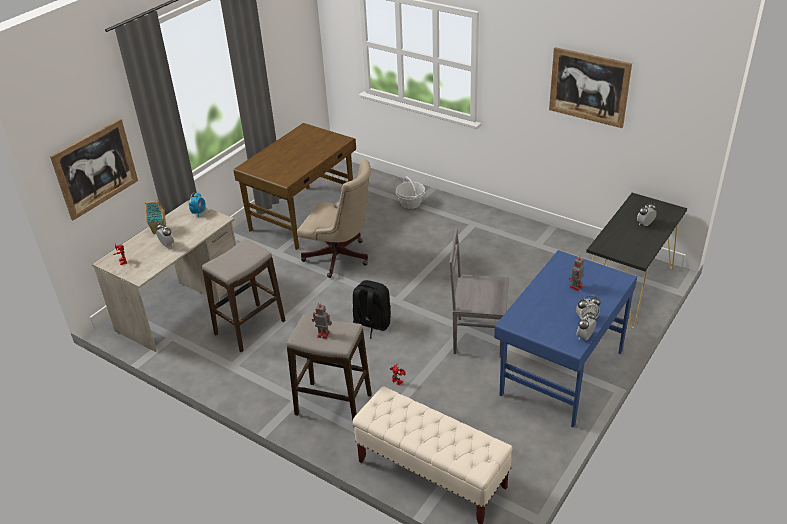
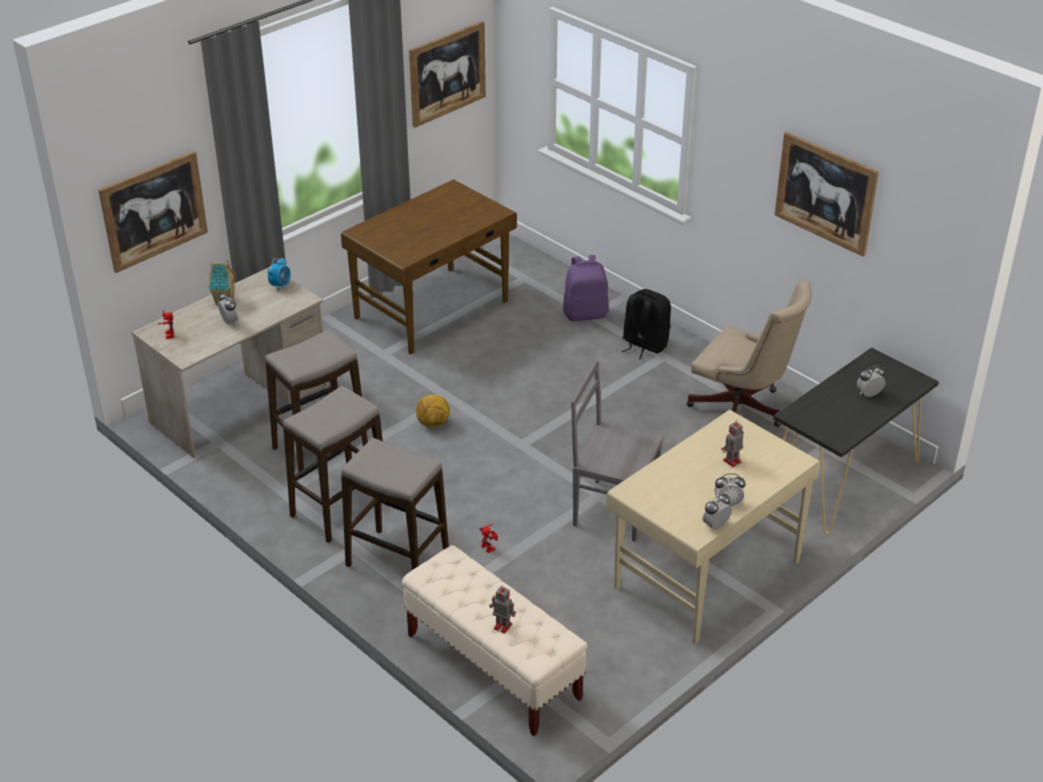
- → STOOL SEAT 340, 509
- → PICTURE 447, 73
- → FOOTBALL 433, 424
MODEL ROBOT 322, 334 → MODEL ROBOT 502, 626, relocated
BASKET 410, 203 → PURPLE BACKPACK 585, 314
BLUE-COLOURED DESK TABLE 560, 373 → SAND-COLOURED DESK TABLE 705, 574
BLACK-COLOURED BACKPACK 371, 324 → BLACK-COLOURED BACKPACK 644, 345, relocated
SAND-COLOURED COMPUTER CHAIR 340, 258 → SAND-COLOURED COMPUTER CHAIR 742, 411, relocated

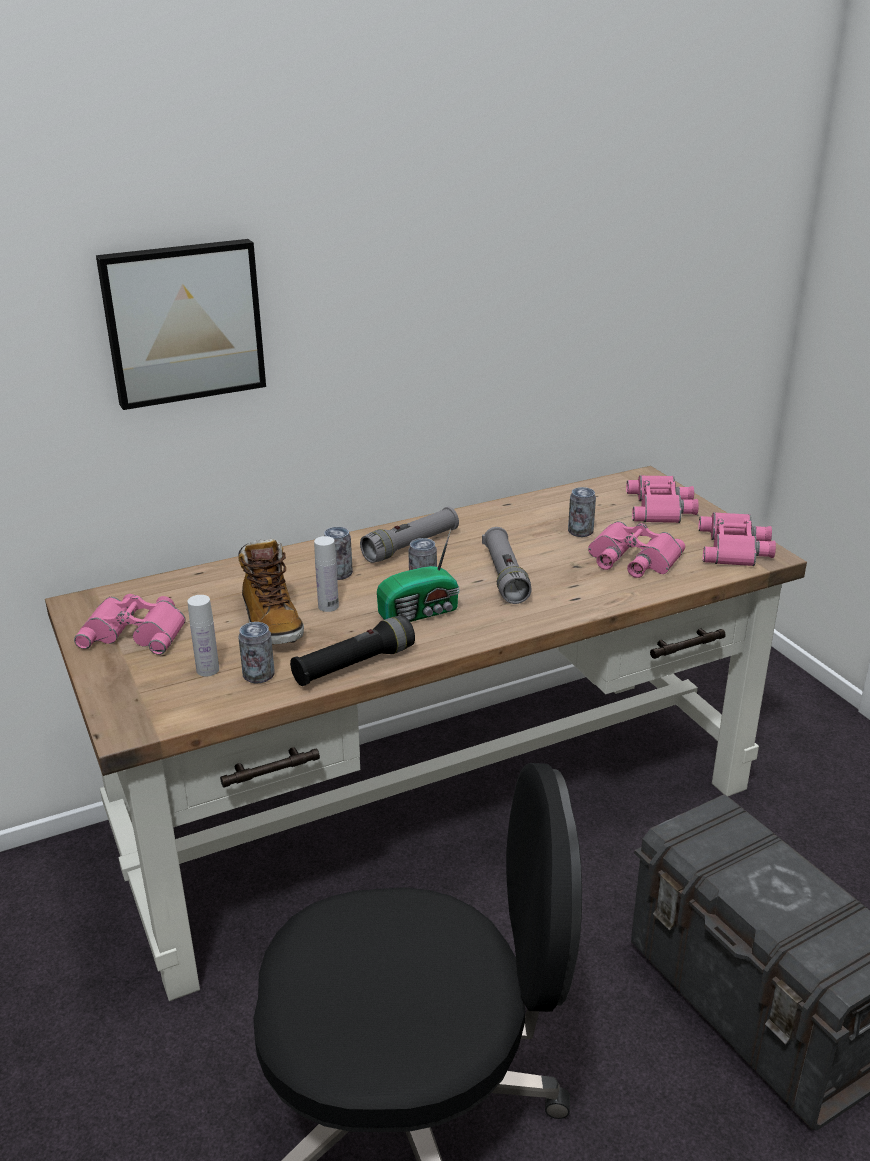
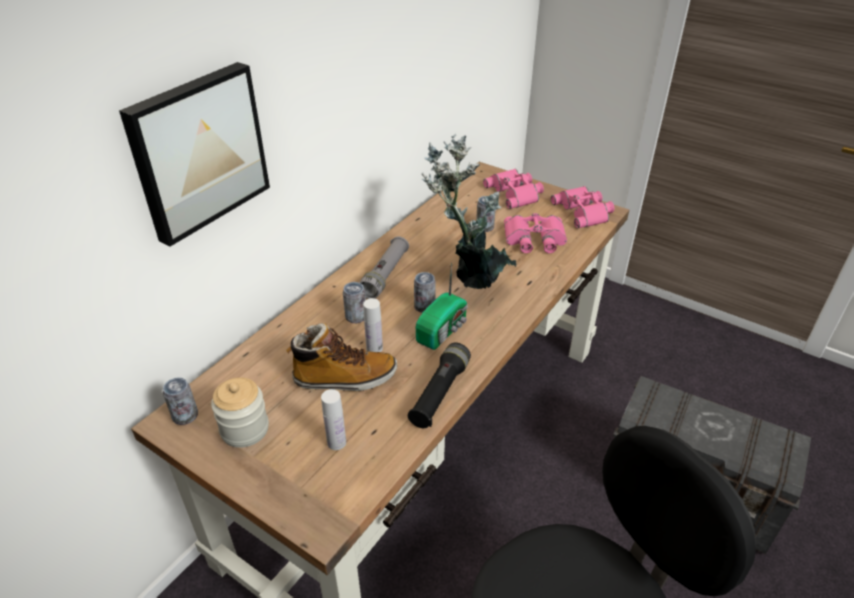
CAN 258, 675 → CAN 185, 416, relocated
PINK-COLOURED PAIR OF BINOCULARS 136, 631 → JAR 245, 429
HIGH-TOP BOOT 271, 621 → HIGH-TOP BOOT 344, 378, 45 degrees counterclockwise
GRAY TORCH 505, 577 → HOUSEPLANT 471, 280

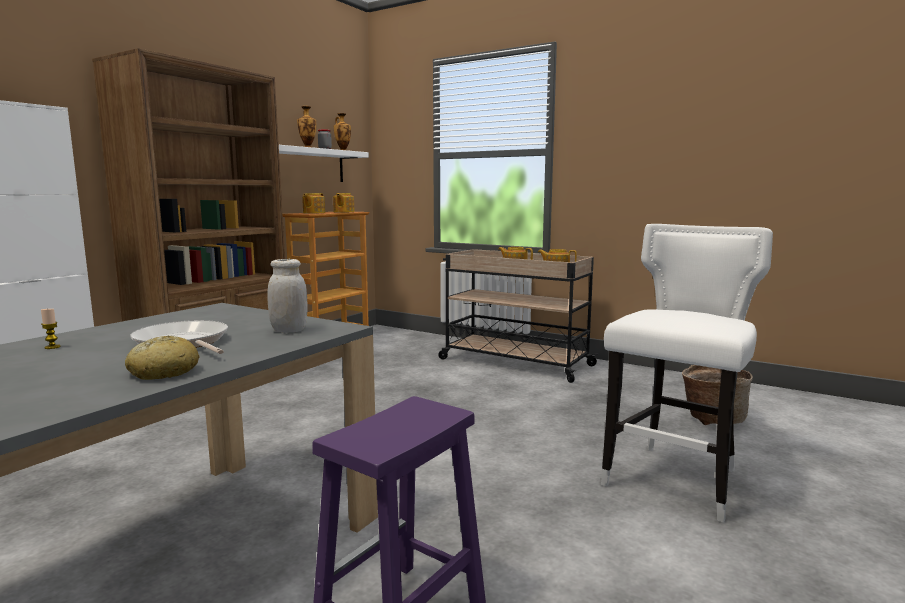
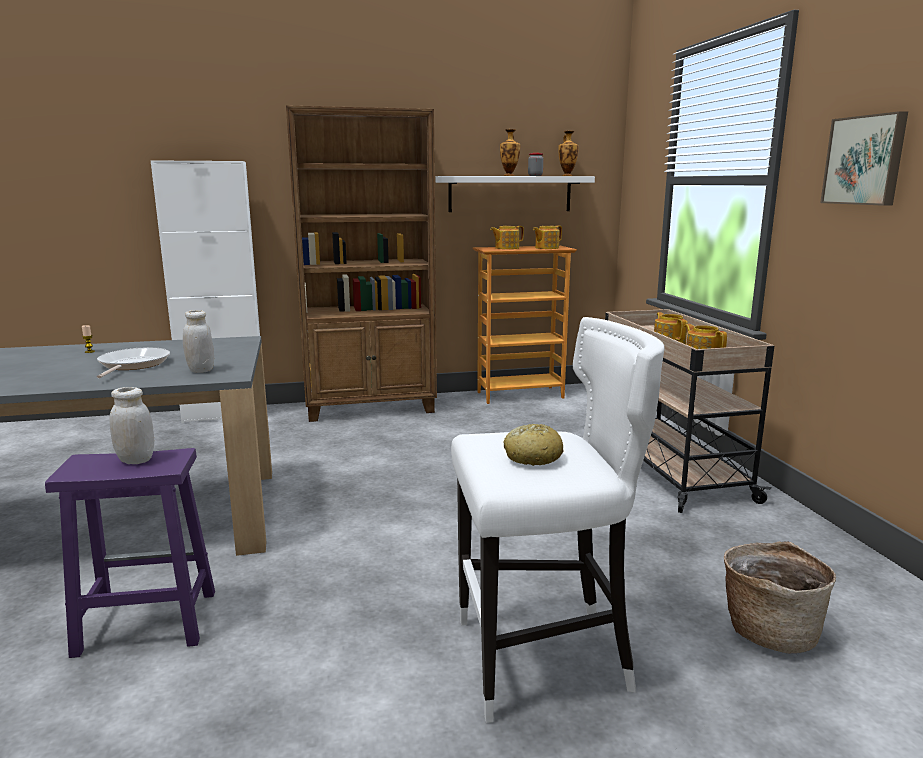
- → WHITISH JAR 136, 460
BAKED BREAD 163, 372 → BAKED BREAD 532, 457, relocated
- → PICTURE 865, 160

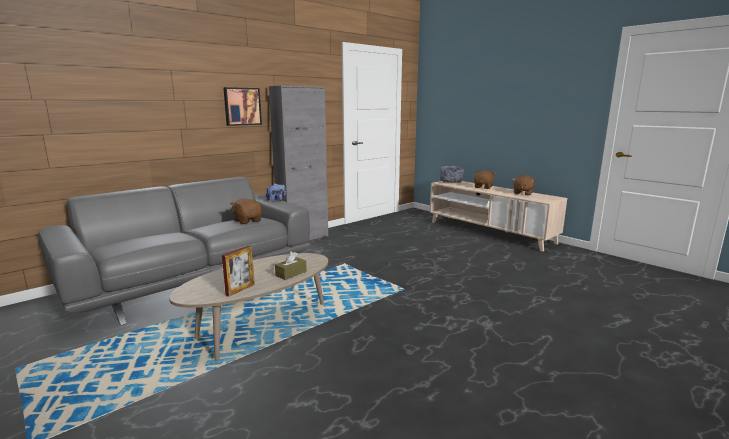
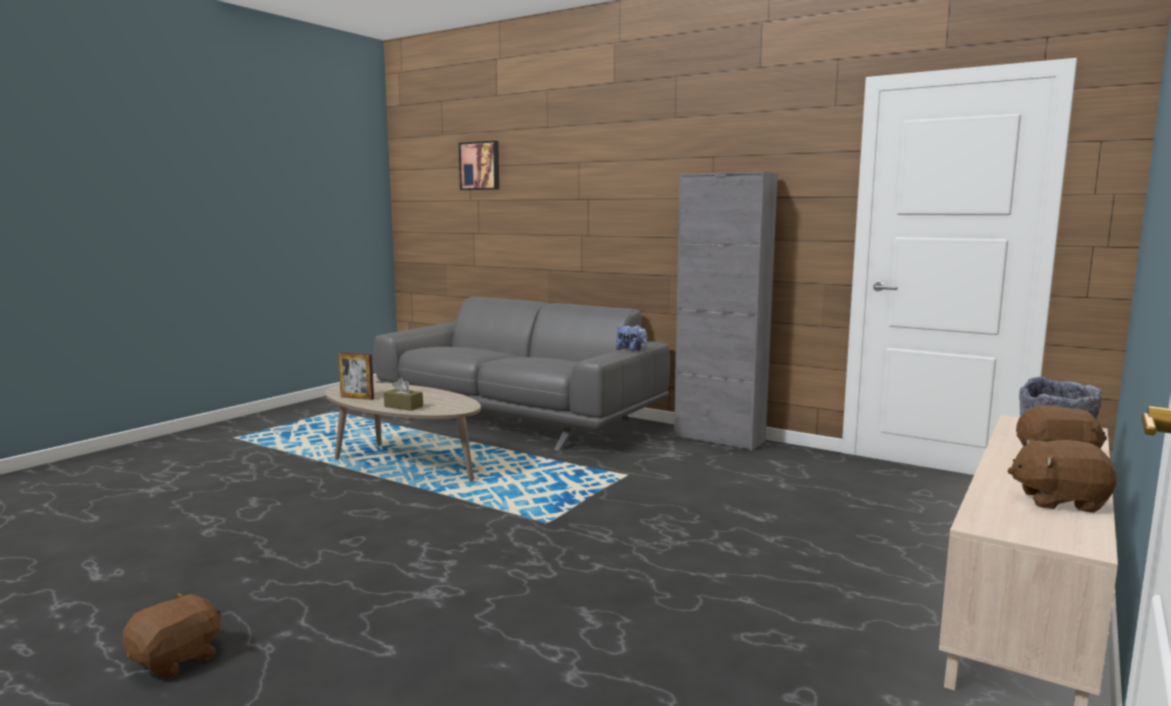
BROWNISH SOFT TOY 247, 221 → BROWNISH SOFT TOY 177, 660, relocated
PICTURE 242, 106 → PICTURE 480, 166, relocated

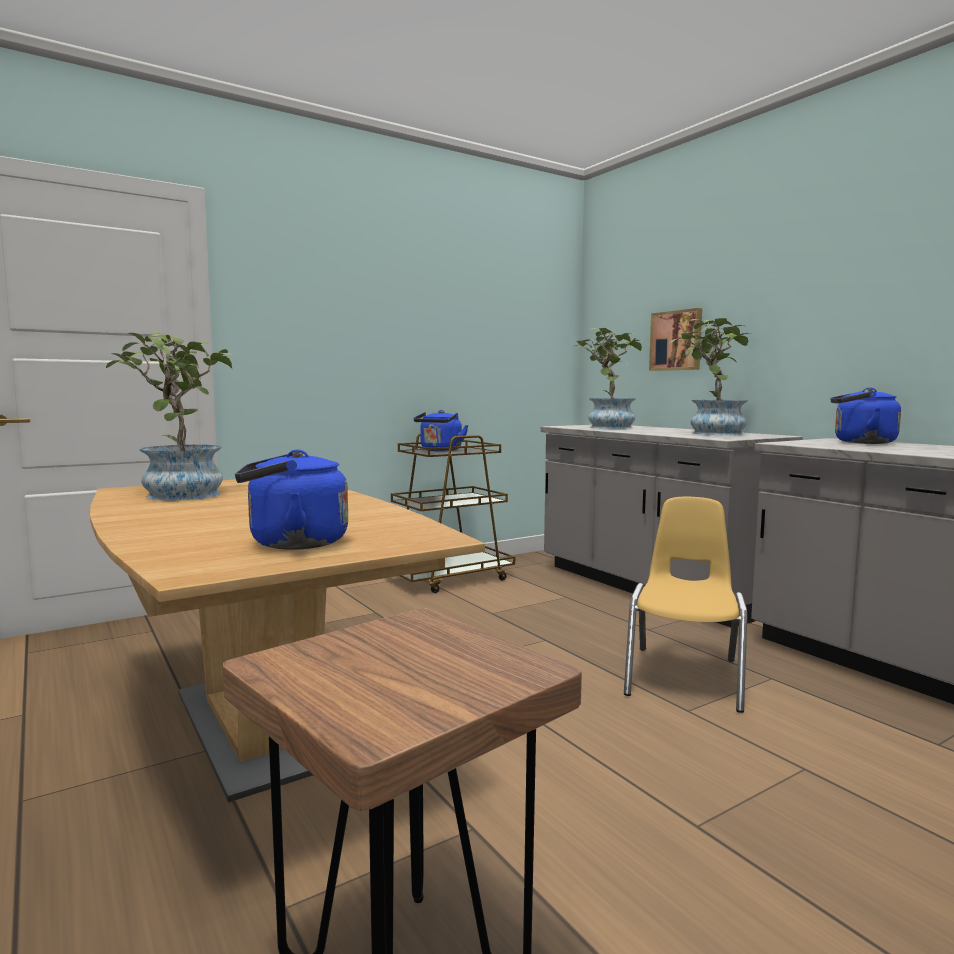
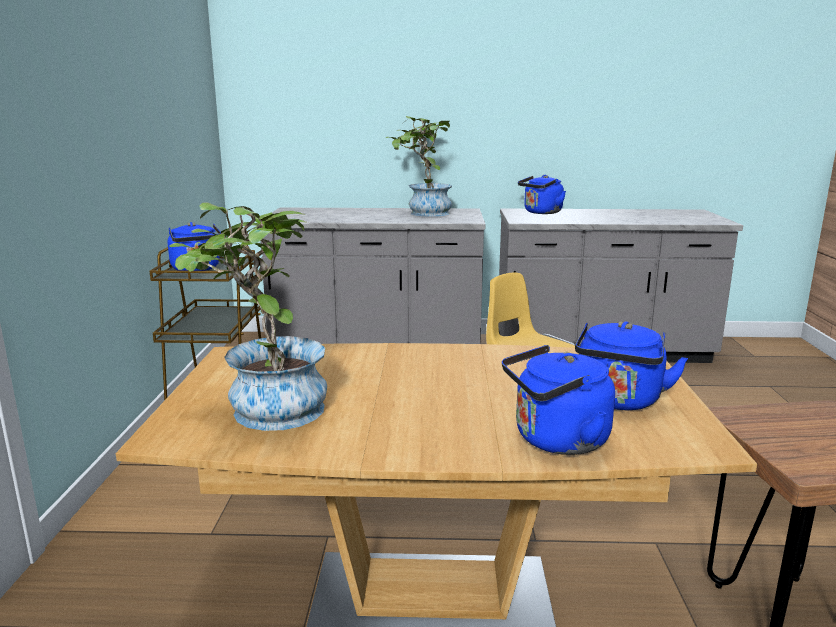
- → BLUE-COLOURED TEA KETTLE 556, 440
HOUSEPLANT 606, 427 → -
PICTURE 677, 340 → -

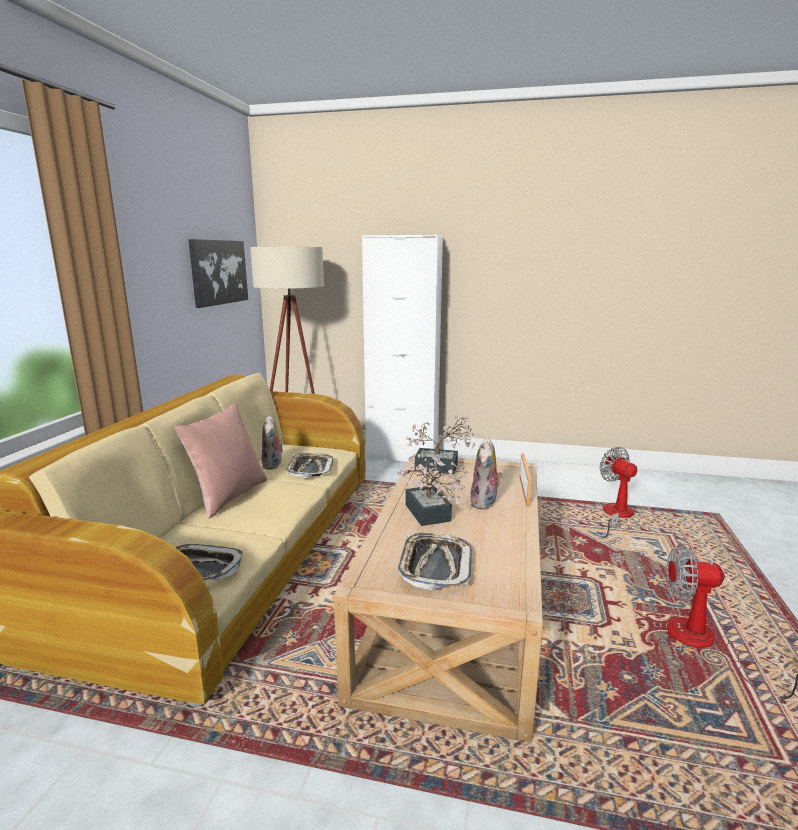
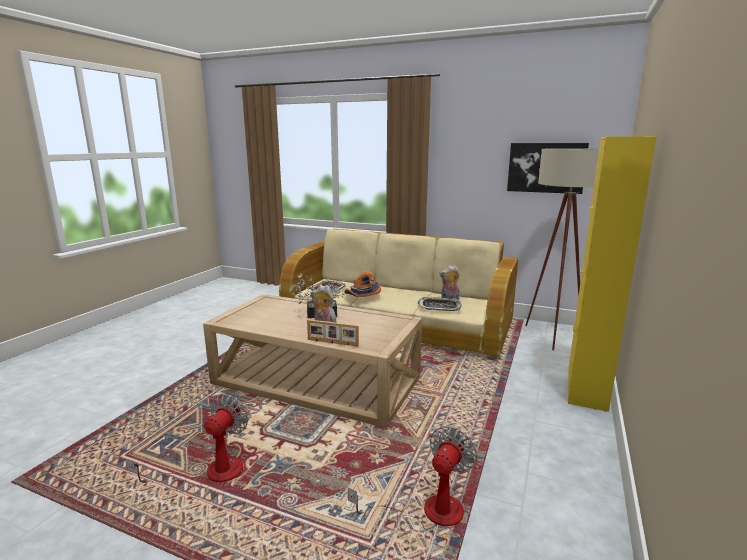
- → ORANGE HAT 361, 297
ELECTRIC FAN 616, 516 → ELECTRIC FAN 428, 513, 45 degrees counterclockwise
WHITISH STORAGE CABINET 402, 456 → YELLOW-COLOURED STORAGE CABINET 586, 388
PINK-COLOURED PILLOW 228, 496 → -
SERVING TRAY 434, 566 → -
HOUSEPLANT 441, 468 → -

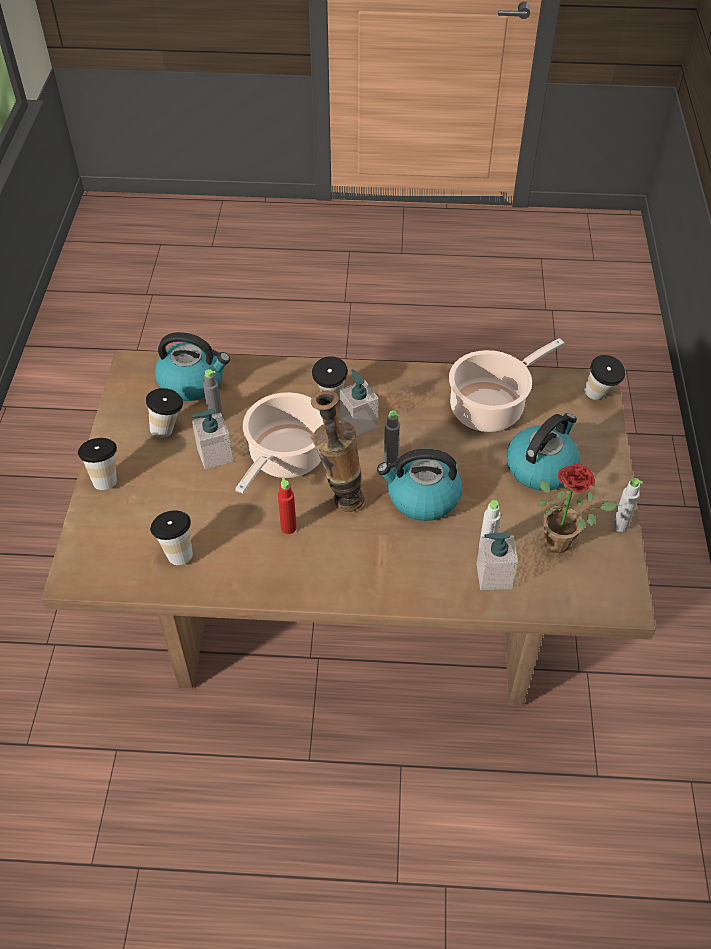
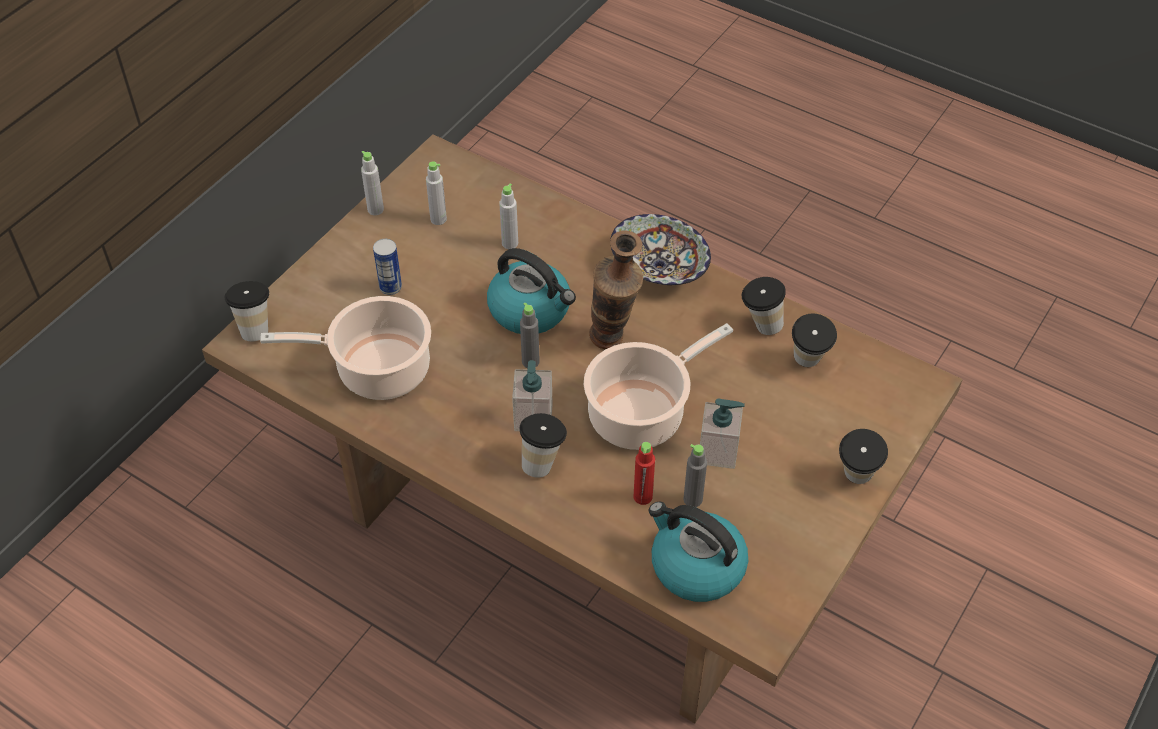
TEA KETTLE 541, 467 → CAN 390, 287
HOUSEPLANT 563, 541 → GRAY BOTTLE 438, 219
- → DEEP DISH 659, 268
RED BOTTLE 288, 527 → RED BOTTLE 642, 497, relocated
DRINKING CUP 169, 429 → DRINKING CUP 760, 326, relocated
LIQUID SOAP BOTTLE 493, 576 → -

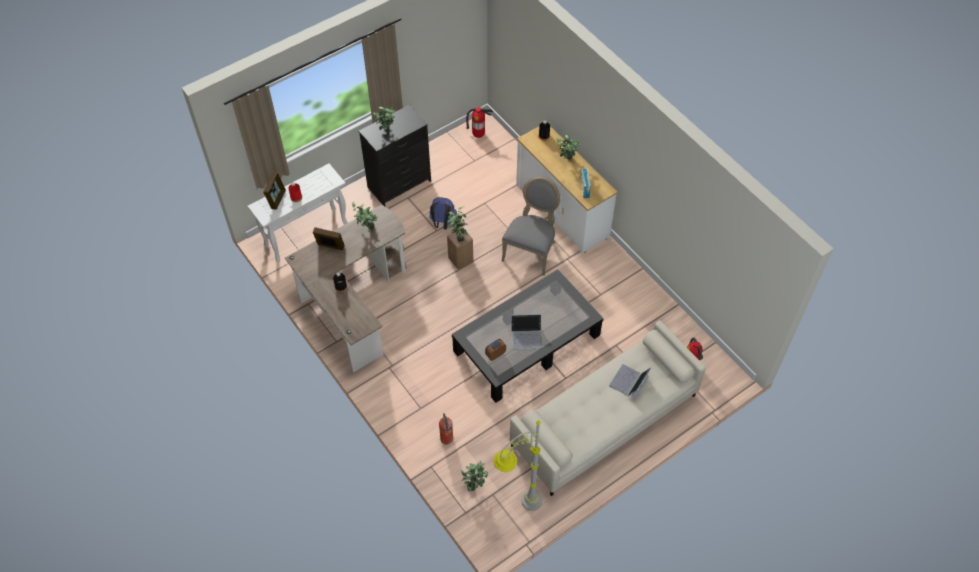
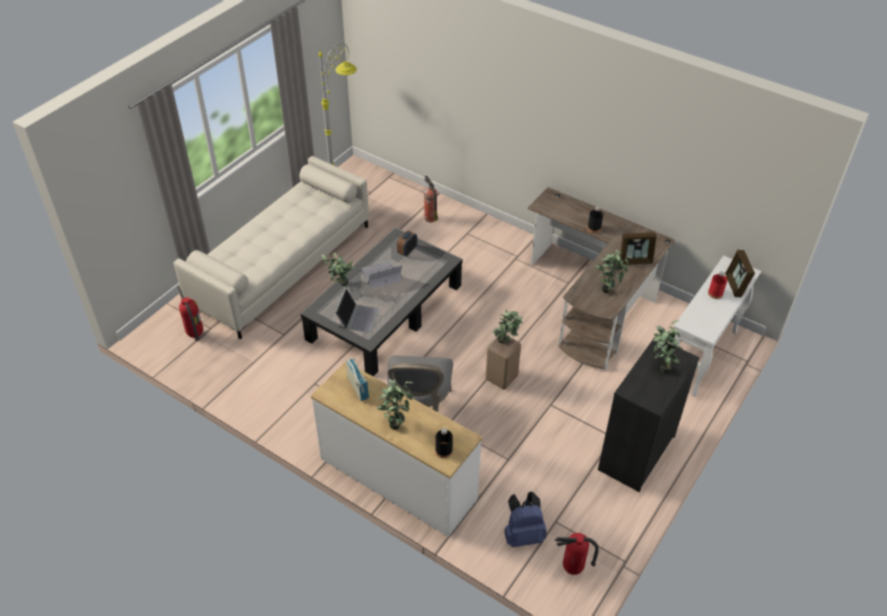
HOUSEPLANT 475, 485 → HOUSEPLANT 340, 287, relocated
PORTABLE COMPUTER 629, 382 → PORTABLE COMPUTER 357, 317, relocated
BLUE-COLOURED BACKPACK 442, 223 → BLUE-COLOURED BACKPACK 523, 535, relocated

